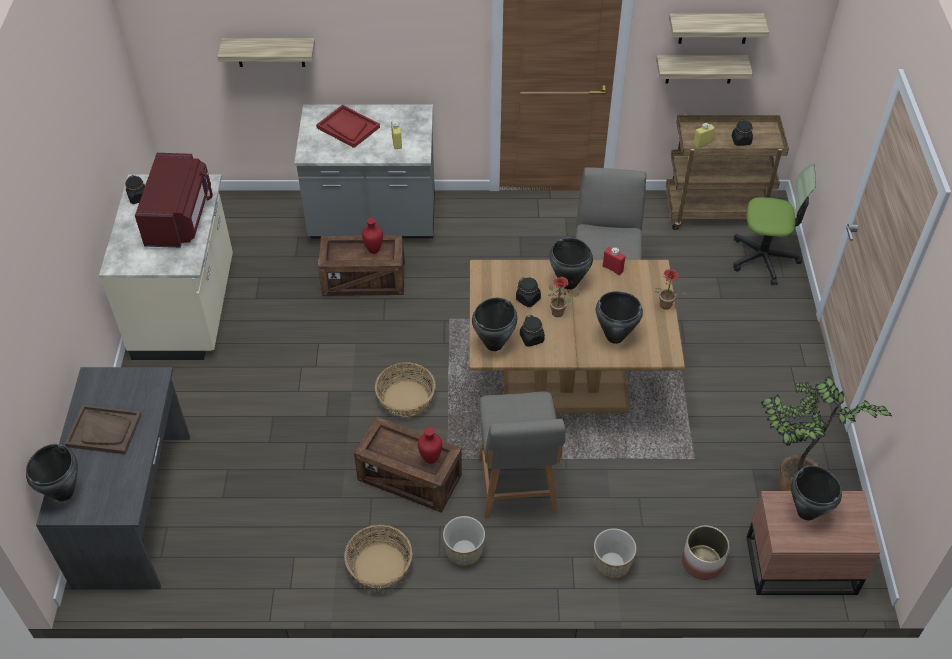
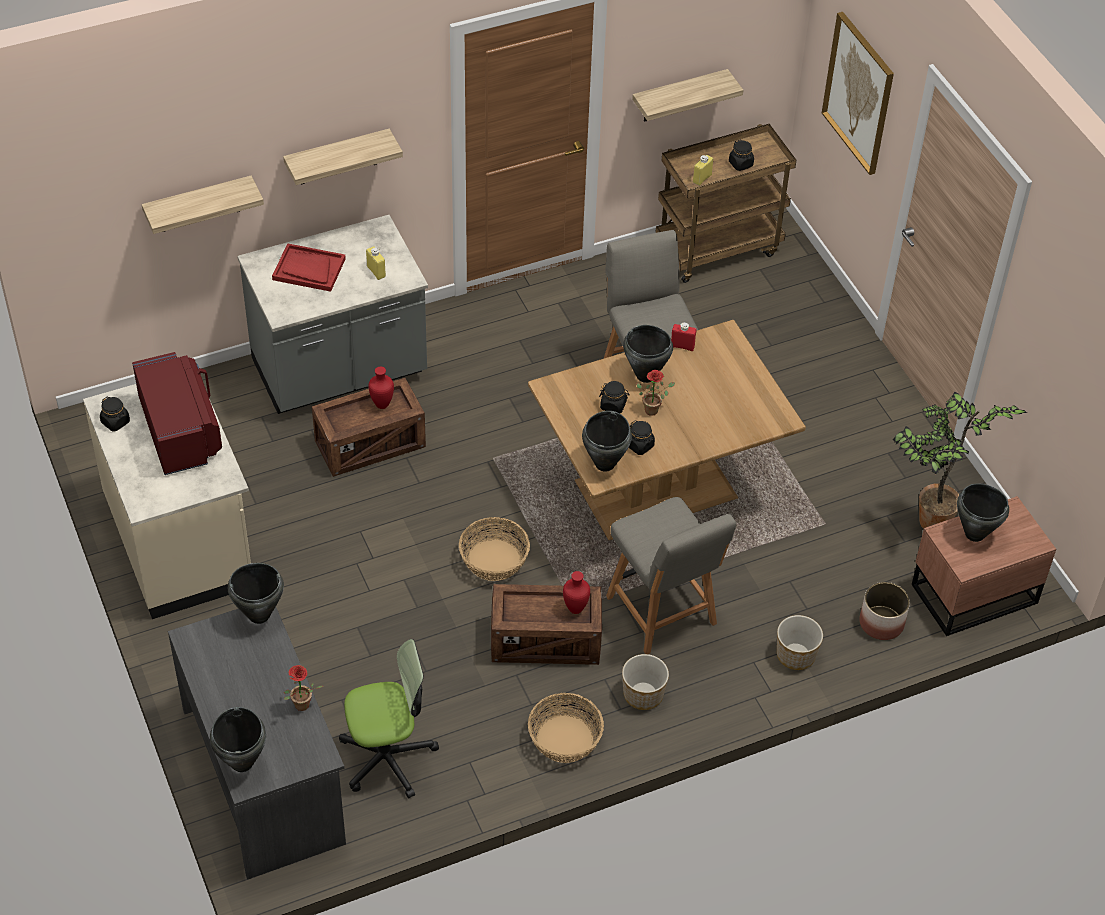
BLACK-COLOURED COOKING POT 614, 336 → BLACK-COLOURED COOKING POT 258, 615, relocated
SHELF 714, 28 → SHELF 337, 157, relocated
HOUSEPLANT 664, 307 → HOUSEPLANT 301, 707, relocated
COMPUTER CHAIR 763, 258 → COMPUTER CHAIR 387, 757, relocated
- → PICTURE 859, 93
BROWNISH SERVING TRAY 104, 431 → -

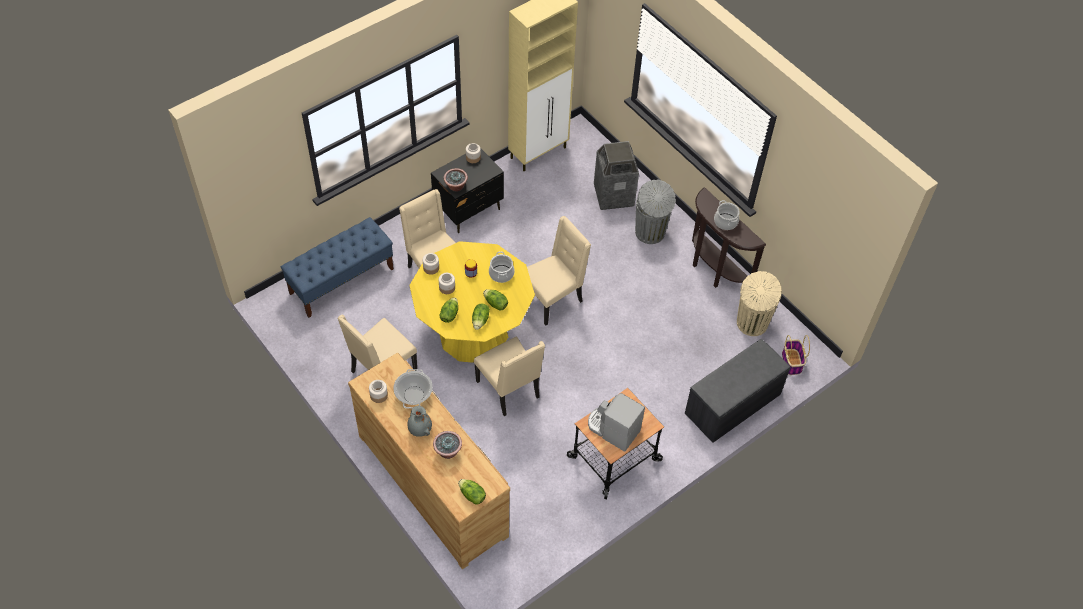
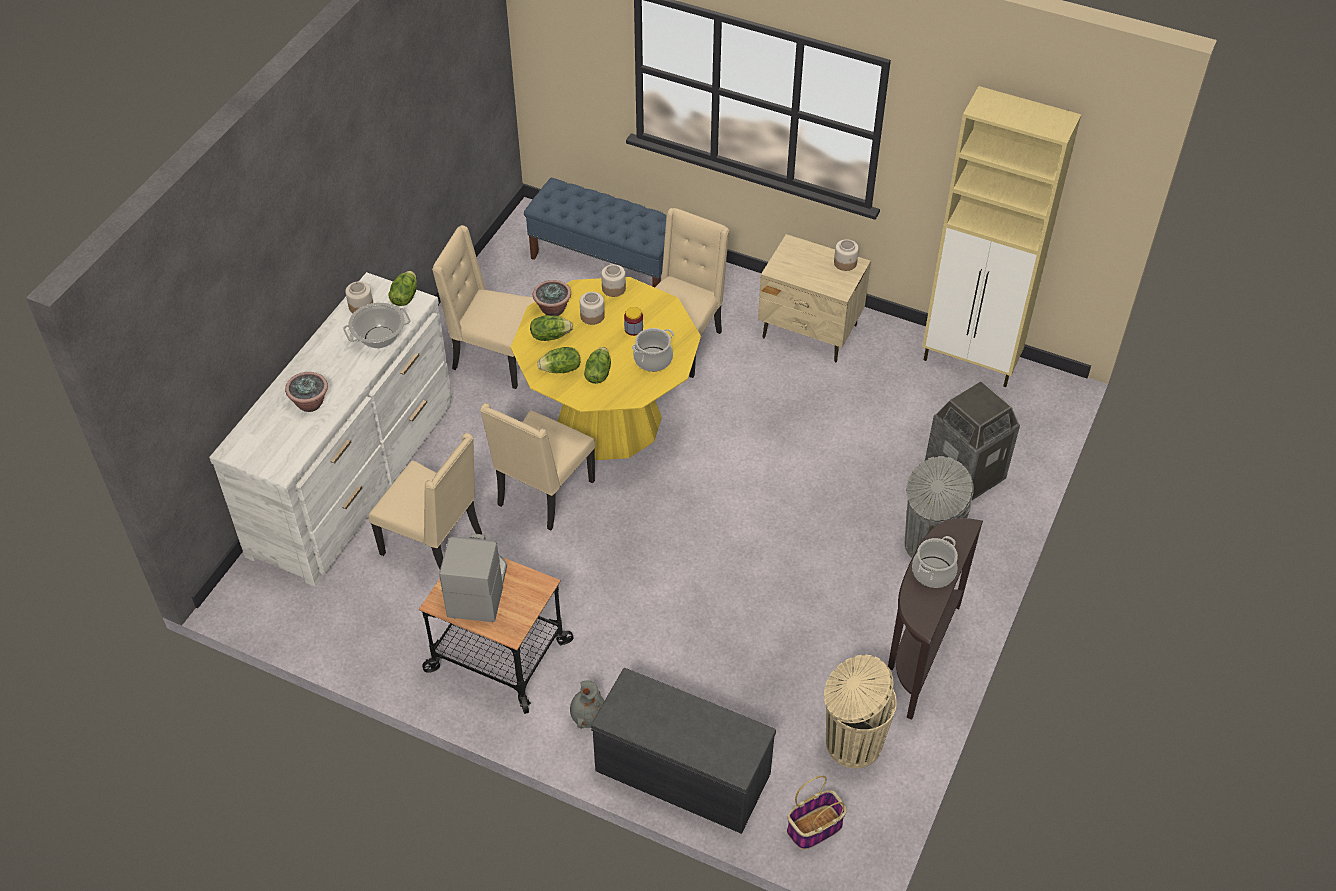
BROWNISH DRAWER CHEST 433, 484 → WHITISH DRAWER CHEST 355, 476
SAND-COLOURED PLAIN CHAIR 553, 299 → SAND-COLOURED PLAIN CHAIR 434, 544, relocated
LETTUCE 472, 495 → LETTUCE 404, 297, relocated
HOUSEPLANT 456, 187 → HOUSEPLANT 553, 309, relocated
GRAY DECORATIVE VASE 419, 429 → GRAY DECORATIVE VASE 588, 717, relocated
BLACK-COLOURED NIGHTSTAND 469, 210 → SAND-COLOURED NIGHTSTAND 810, 332

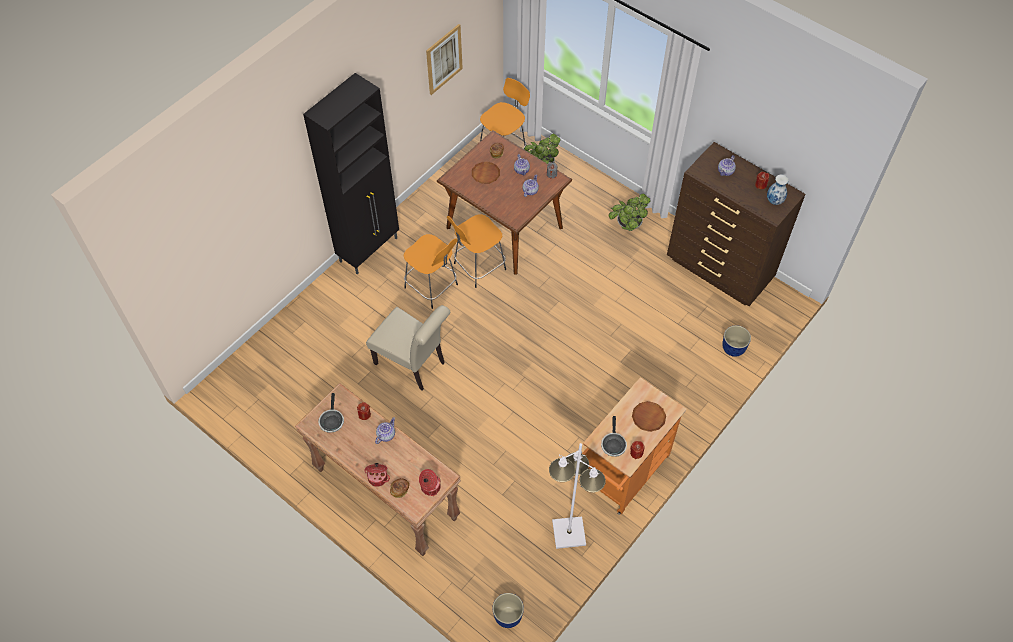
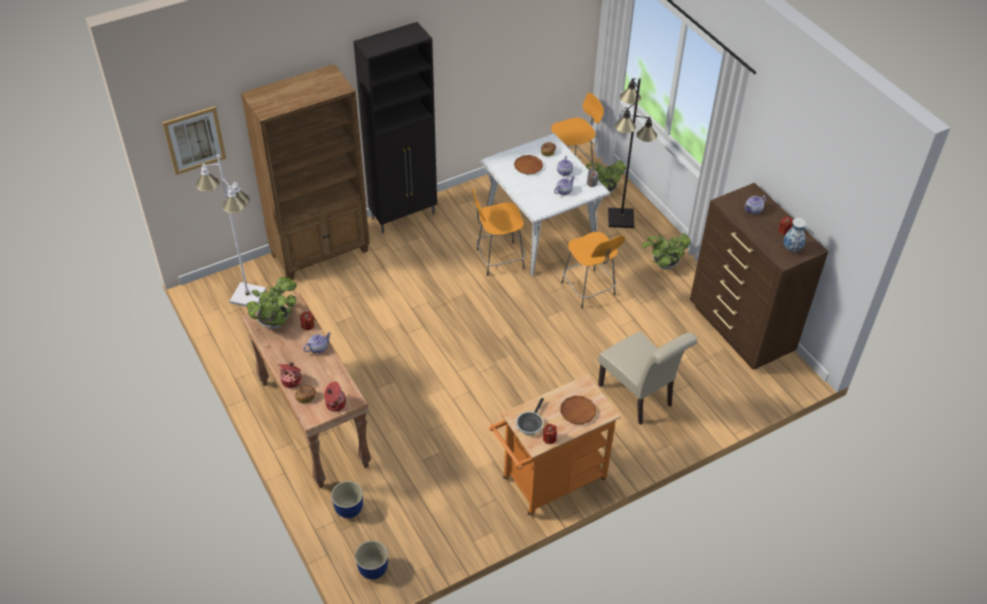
PICTURE 444, 59 → PICTURE 194, 140, relocated
WHITISH STANDARD LAMP 568, 532 → WHITISH STANDARD LAMP 247, 295, relocated
- → BROWNISH BOOKSHELF 321, 253
PAN 331, 420 → HOUSEPLANT 275, 321
FLOWER POT 733, 348 → FLOWER POT 349, 509, relocated
BROWNISH DINNER TABLE 504, 227 → WHITISH DINNER TABLE 540, 233
ORANGE STOOL SEAT 432, 287 → ORANGE STOOL SEAT 589, 290, relocated
SAND-COLOURED PLAIN CHAIR 413, 364 → SAND-COLOURED PLAIN CHAIR 638, 398, relocated
- → BLACK-COLOURED STANDARD LAMP 621, 218

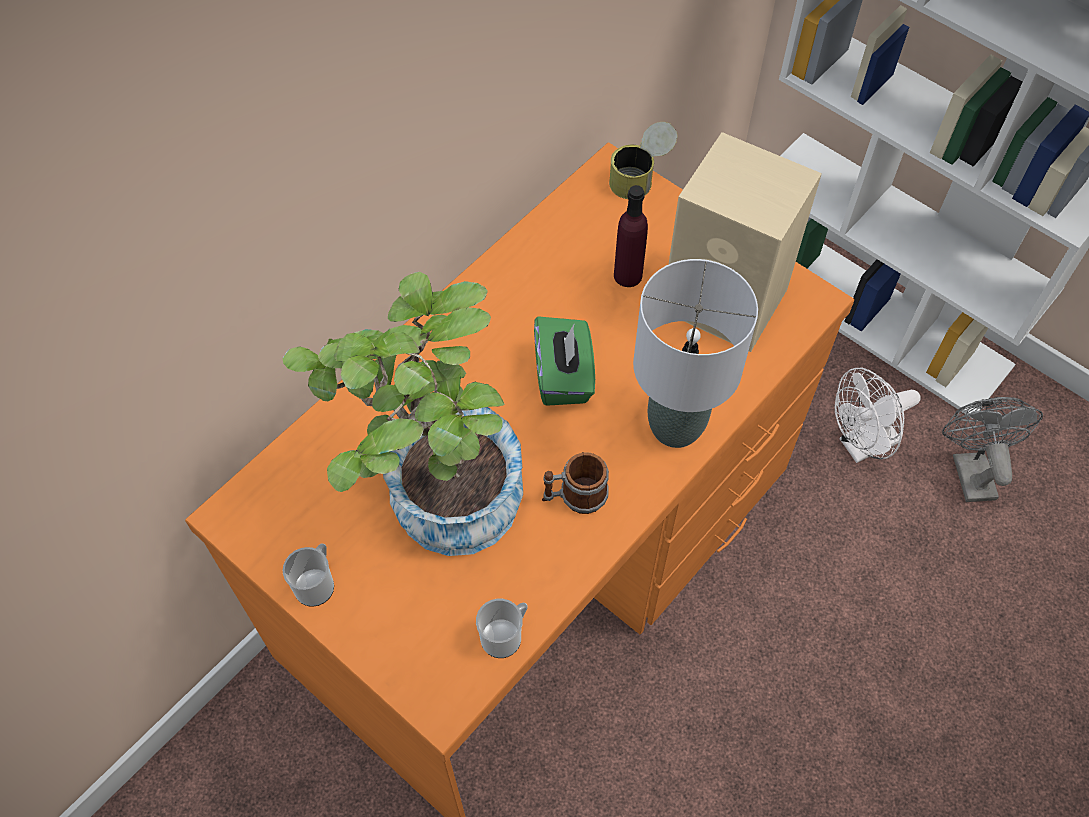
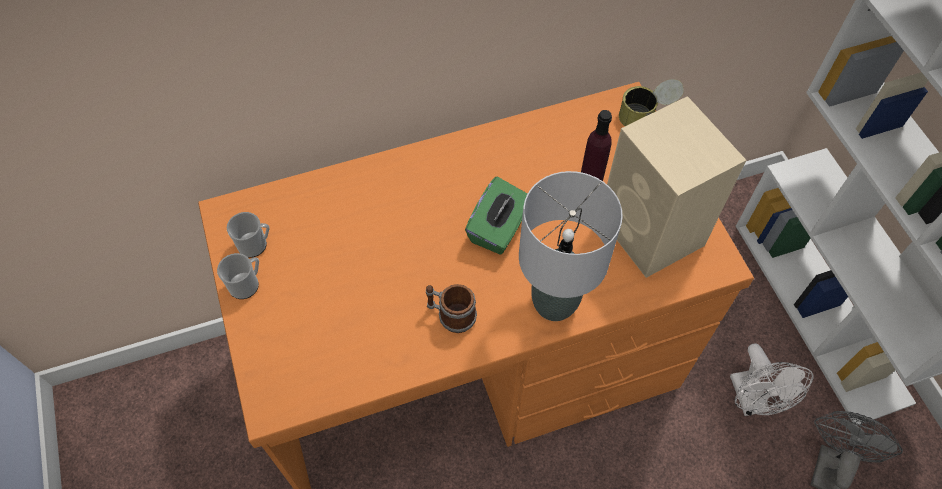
TEA MUG 505, 635 → TEA MUG 256, 245, relocated
WHITISH ELECTRIC FAN 861, 446 → WHITISH ELECTRIC FAN 752, 401, 105 degrees counterclockwise
HOUSEPLANT 437, 500 → -

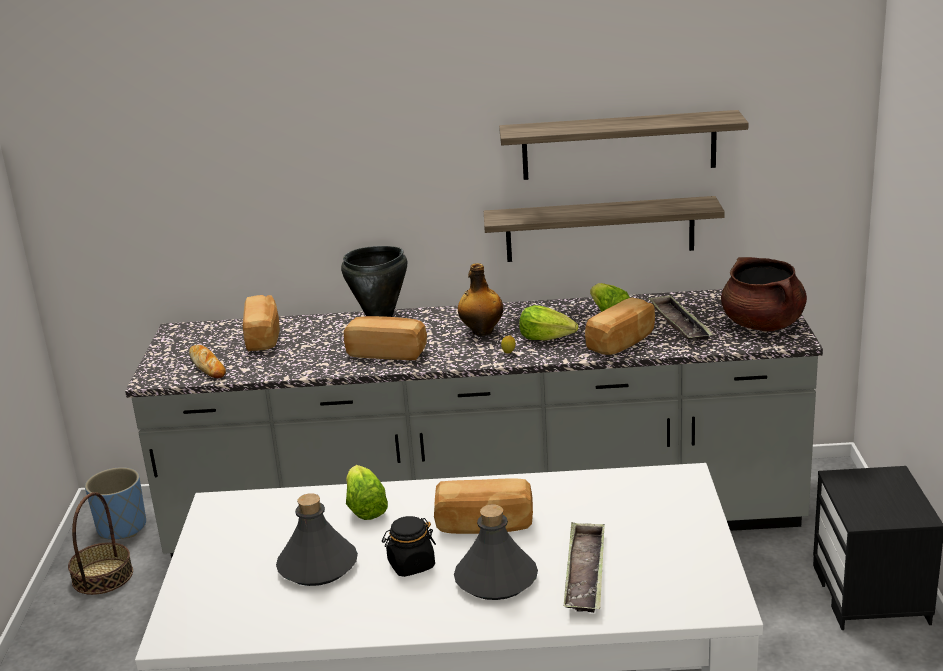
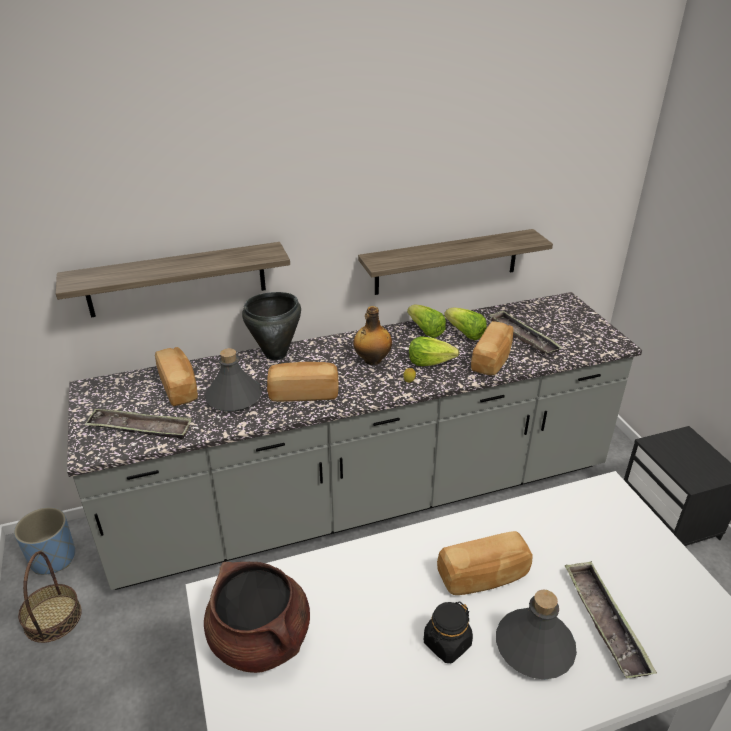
SHELF 619, 145 → SHELF 177, 279, relocated
BAKED BREAD 207, 365 → SERVING TRAY 140, 428
BROWNISH COOKING POT 763, 325 → BROWNISH COOKING POT 261, 639, relocated
GRAY BOTTLE 318, 567 → GRAY BOTTLE 234, 398, relocated
LETTUCE 365, 507 → LETTUCE 425, 331, relocated

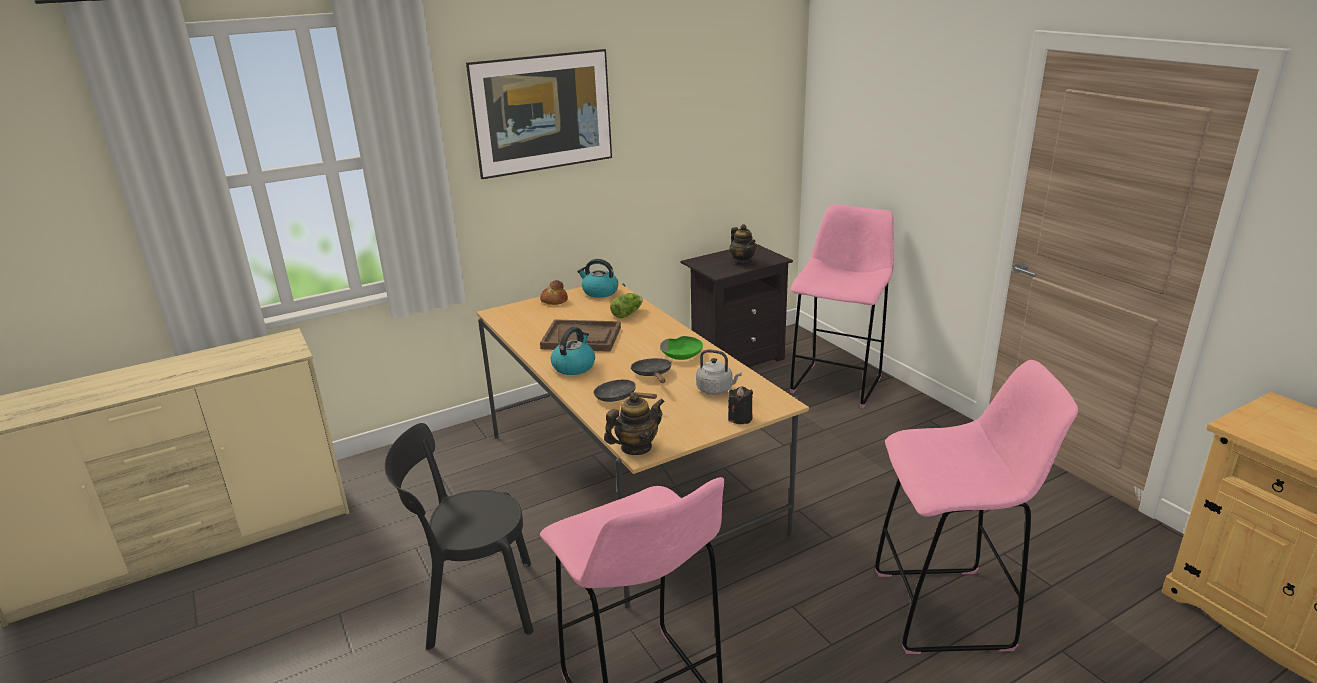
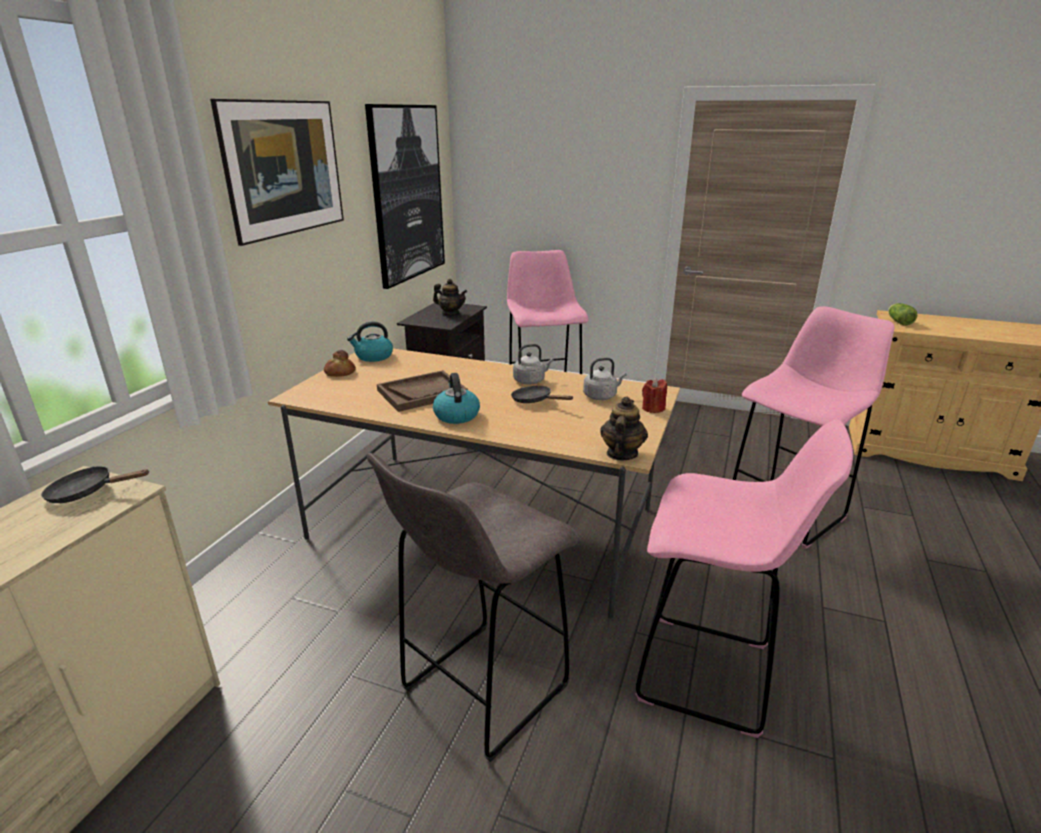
BLACK-COLOURED PAN 619, 397 → BLACK-COLOURED PAN 88, 492, relocated
- → PICTURE 407, 194
BLACK-COLOURED PLAIN CHAIR 474, 603 → GRAY STOOL SEAT 481, 690
GREEN-COLOURED DEEP DISH 682, 354 → GRAY TEA KETTLE 530, 381
BLACK-COLOURED CANDLE 740, 418 → RED CANDLE 653, 408
LETTUCE 628, 313 → LETTUCE 898, 321, relocated

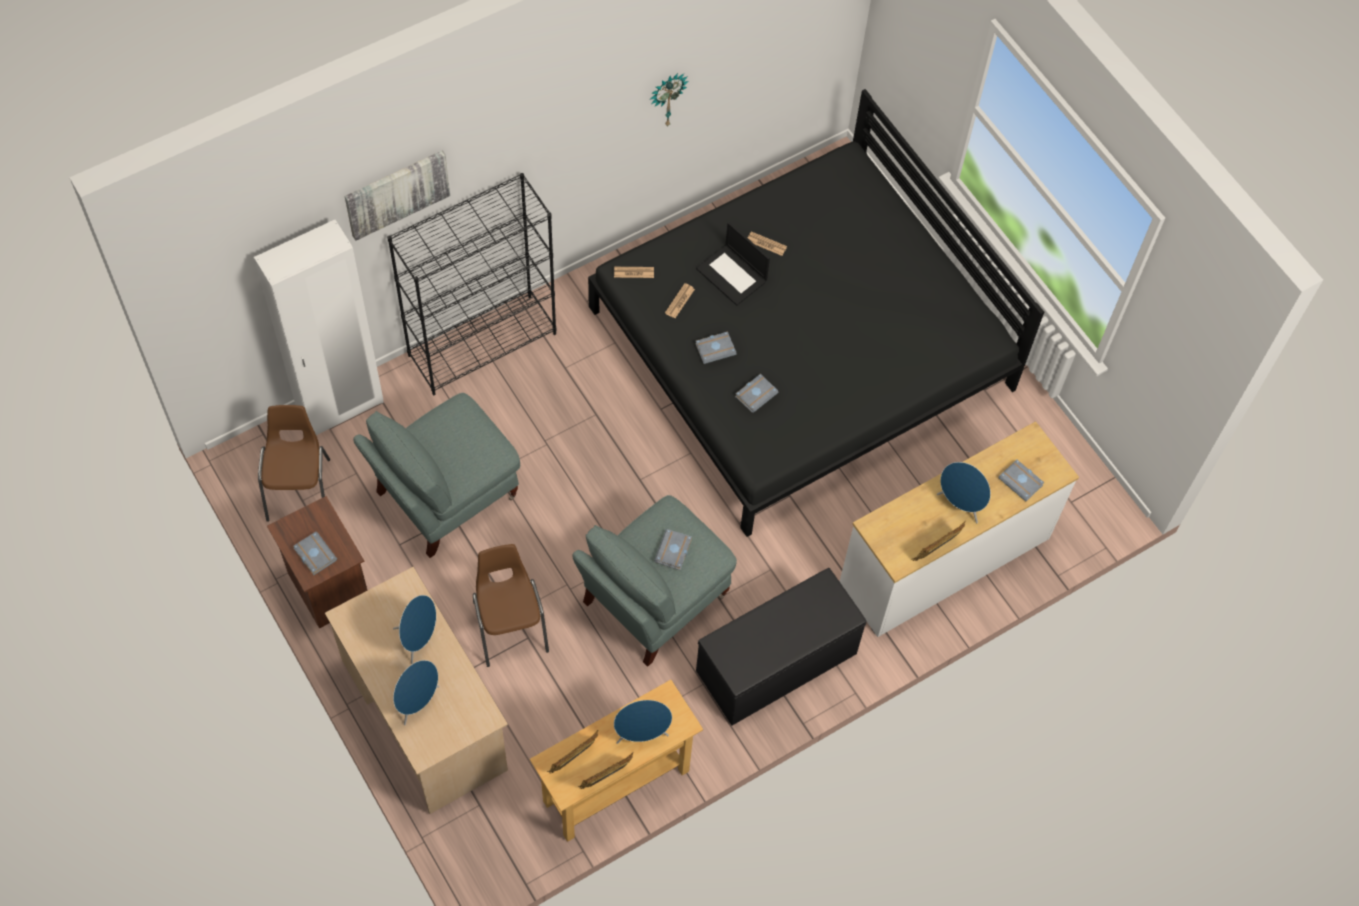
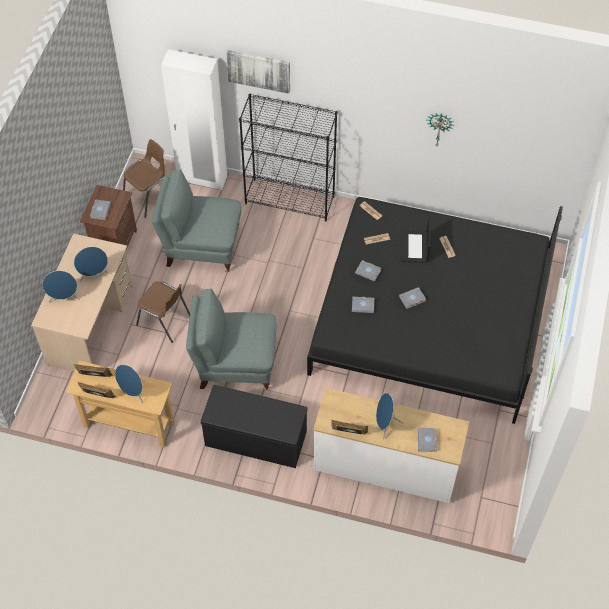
BROWNISH PLAIN CHAIR 510, 626 → BROWNISH PLAIN CHAIR 164, 321, 90 degrees clockwise
GRAY VOLUME 674, 552 → GRAY VOLUME 412, 299, relocated

